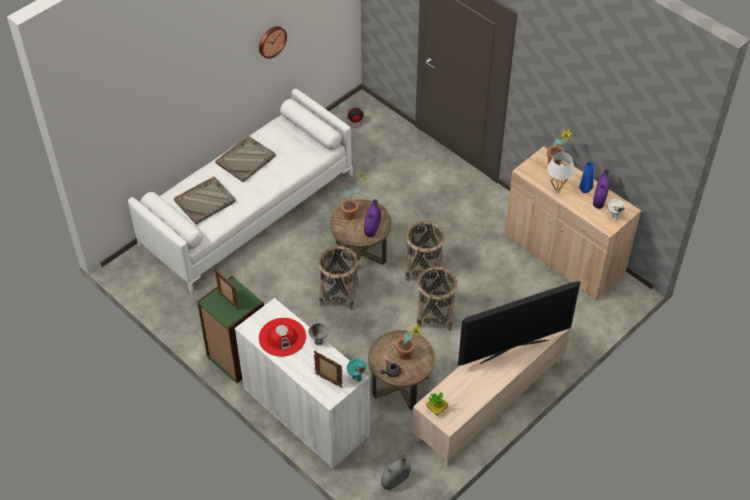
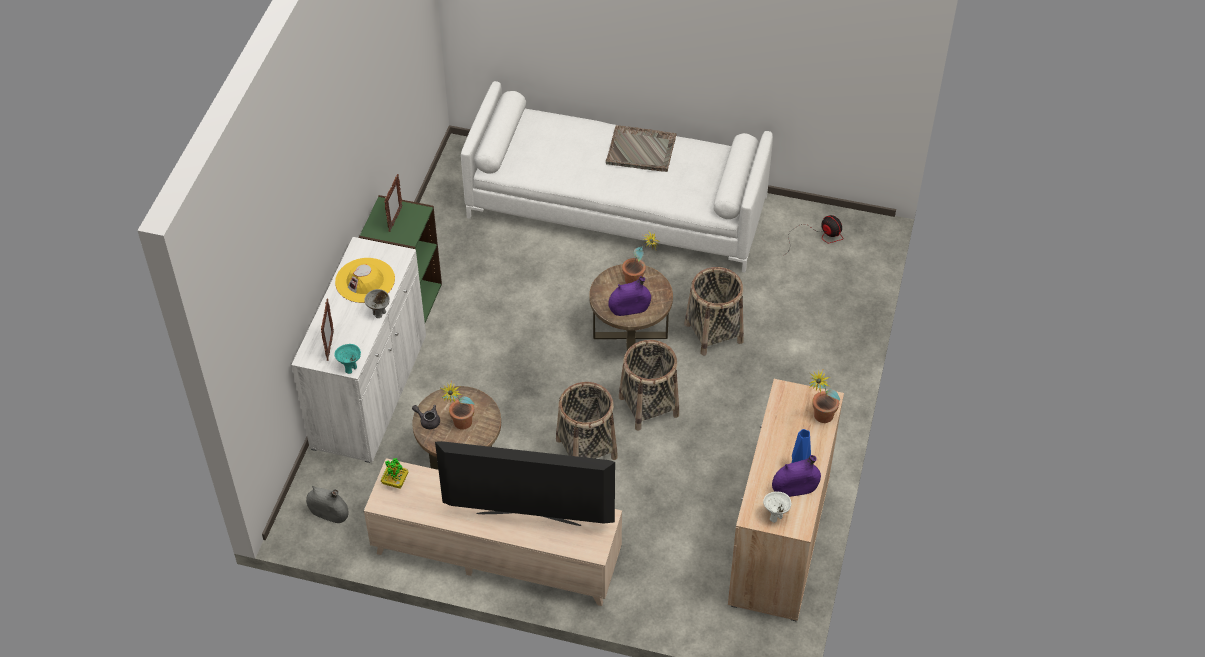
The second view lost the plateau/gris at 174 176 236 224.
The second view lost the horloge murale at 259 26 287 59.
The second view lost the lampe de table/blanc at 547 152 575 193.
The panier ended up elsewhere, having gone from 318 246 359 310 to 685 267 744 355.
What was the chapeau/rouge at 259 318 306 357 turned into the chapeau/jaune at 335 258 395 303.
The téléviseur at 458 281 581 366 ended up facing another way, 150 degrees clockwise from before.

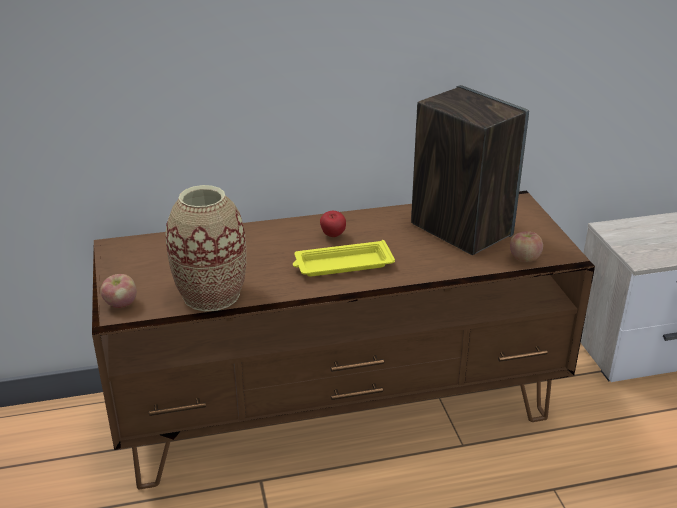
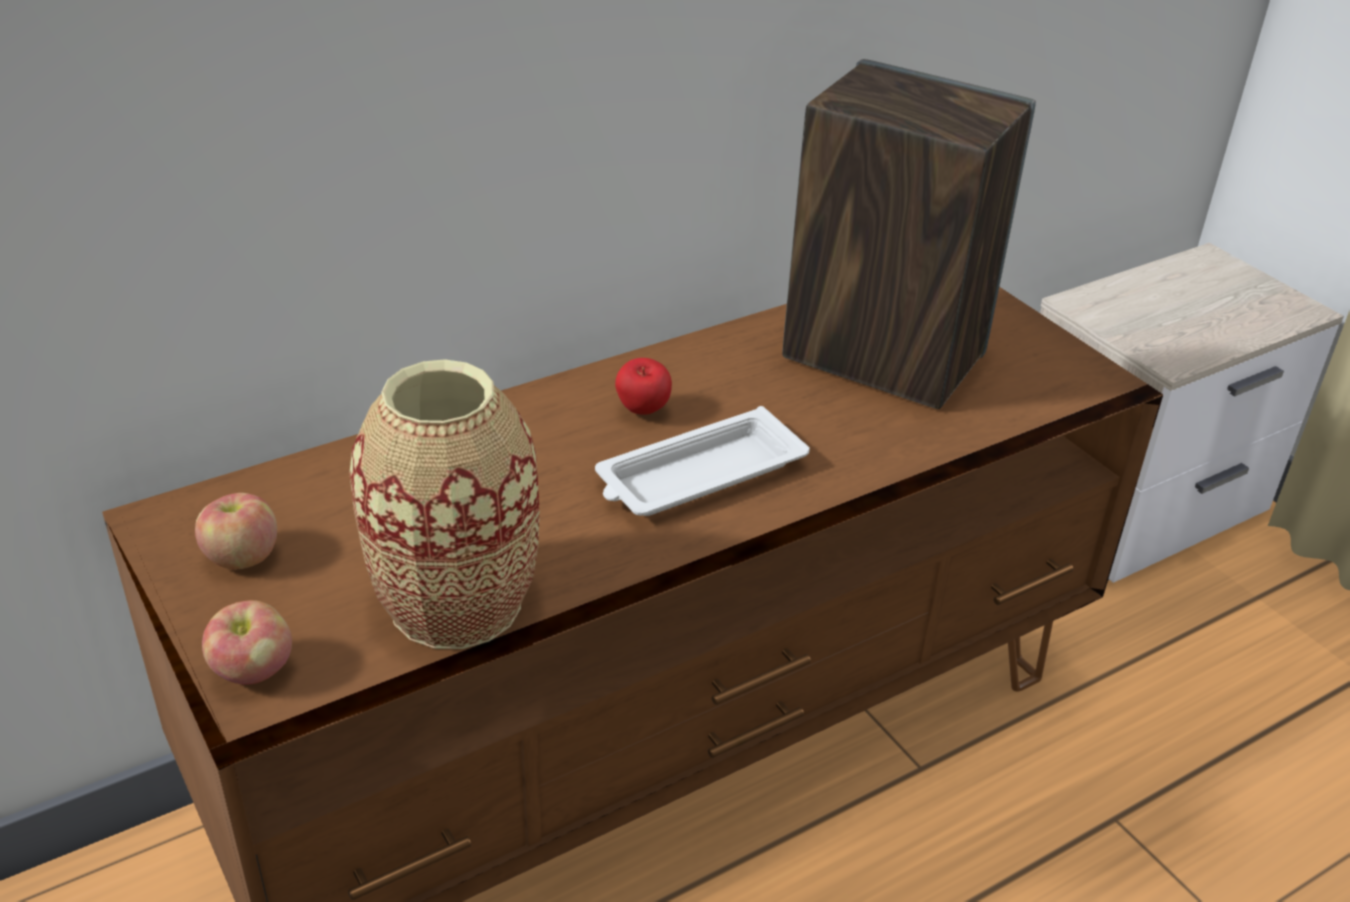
The pomme ended up elsewhere, having gone from 510 231 543 262 to 195 493 277 569.
What was the plateau/jaune at 293 240 395 277 turned into the plateau/blanc at 595 406 810 516.

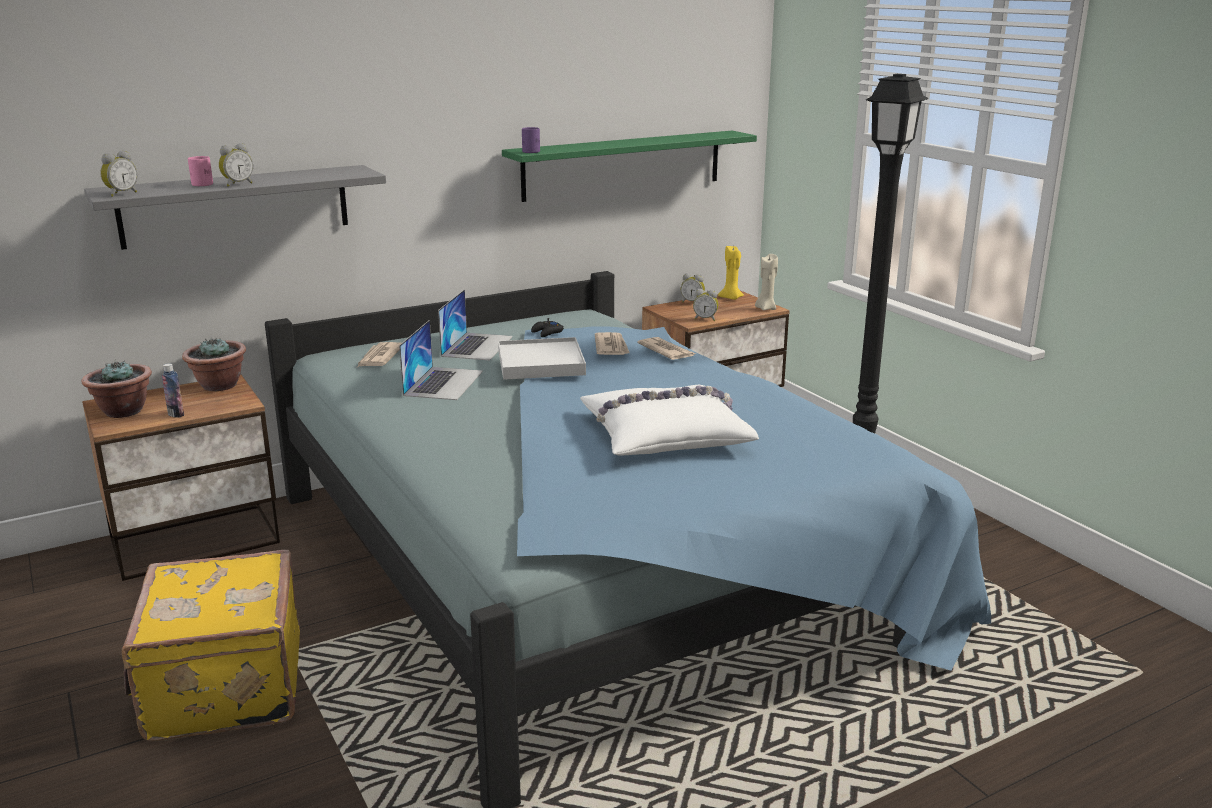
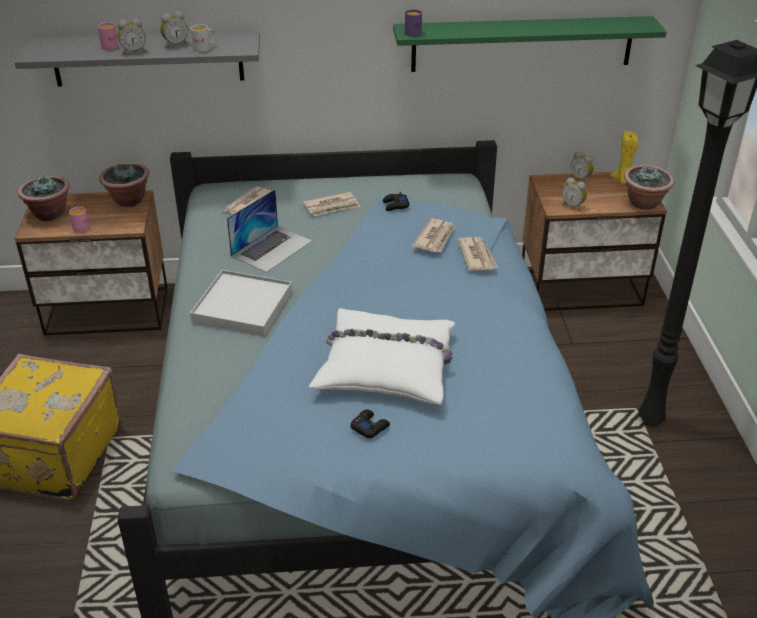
The second view gained the mug/blanc at 190 24 215 52.
The second view gained the manette/noir at 351 409 390 438.
The réveil ended up elsewhere, having gone from 100 151 137 197 to 160 11 188 48.
The plateau/blanc ended up elsewhere, having gone from 498 337 586 380 to 190 270 292 336.
Where the bouteille stood at 161 363 184 418, the mug/rose came to stand at 69 207 89 233.
Where the ordinateur portable stood at 438 289 513 361, the journal came to stand at 303 192 360 216.
Where the bougie/beige stood at 755 254 778 310, the plante en pot came to stand at 624 165 674 210.

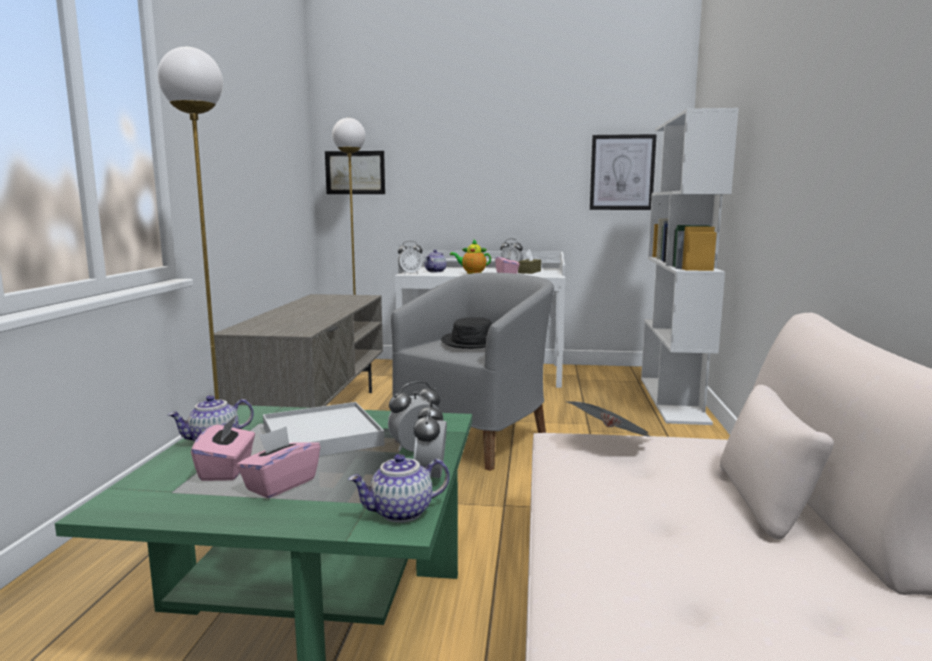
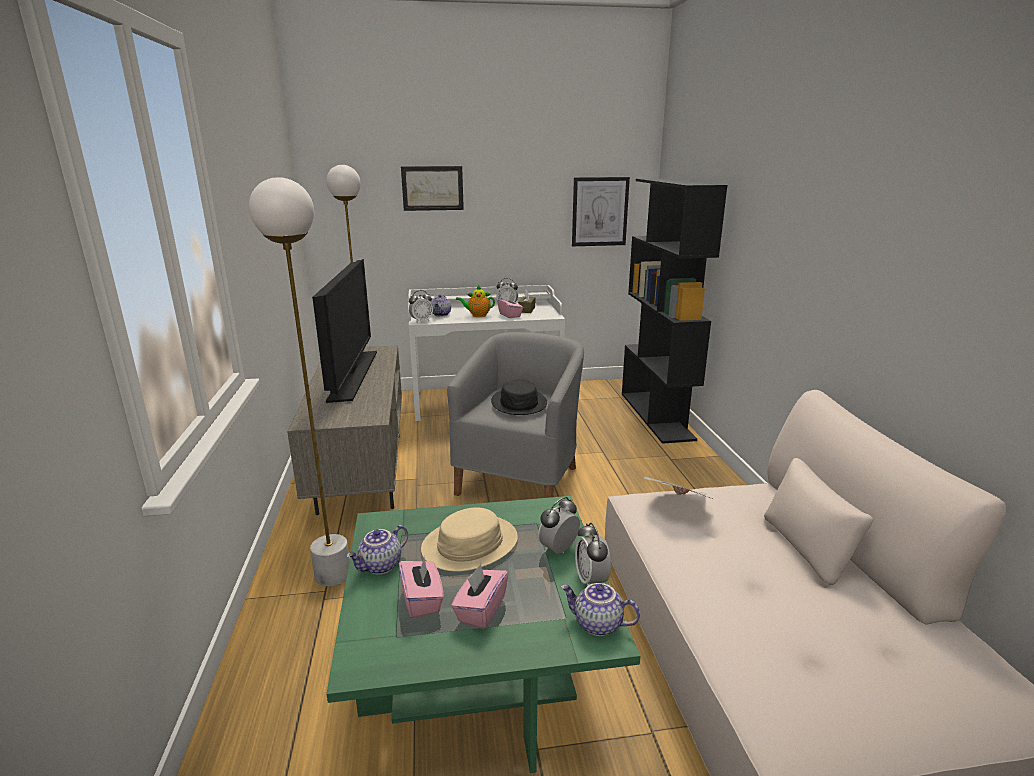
The second view gained the téléviseur at 312 259 377 403.
The tableau ended up elsewhere, having gone from 325 151 385 194 to 401 166 464 211.
Where the plateau/blanc stood at 263 402 384 456, the chapeau/beige came to stand at 421 507 518 572.
What was the bibliothèque/blanc at 641 108 739 425 turned into the bibliothèque/noir at 622 178 728 444.
The théière at 348 454 450 523 ended up facing another way, 60 degrees clockwise from before.

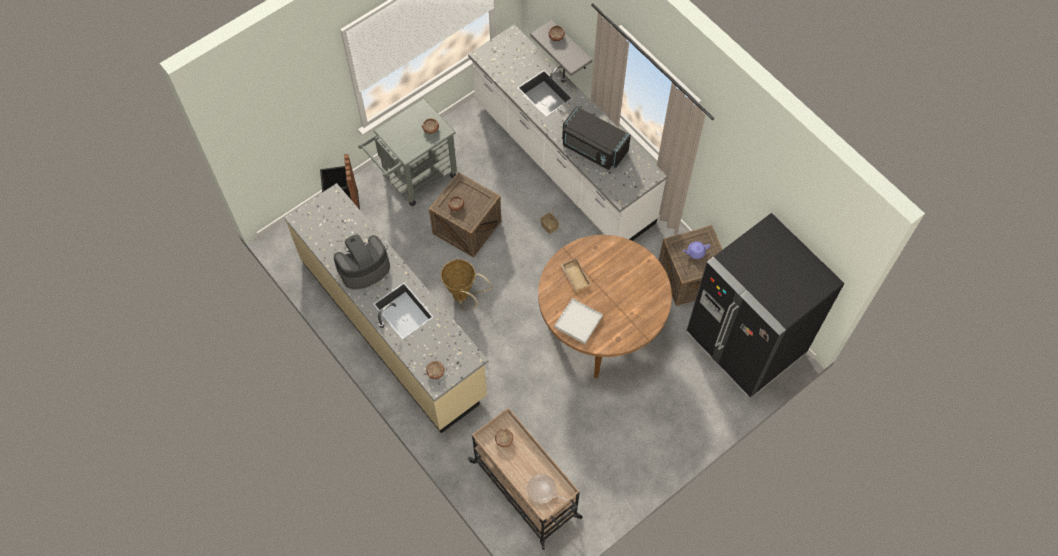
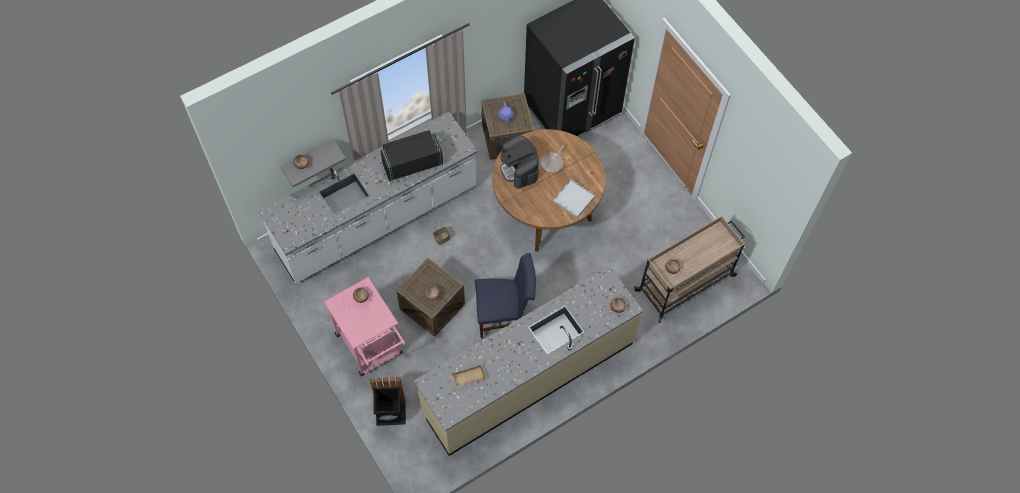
The machine à café ended up elsewhere, having gone from 334 234 390 290 to 500 135 539 189.
The poêle ended up elsewhere, having gone from 527 474 568 503 to 540 145 565 173.
The plateau/beige ended up elsewhere, having gone from 561 258 591 291 to 452 364 487 388.
Where the panier stood at 441 259 493 310, the chaise/bleu came to stand at 475 253 536 338.
What was the chariot/gris at 358 98 457 206 turned into the chariot/rose at 324 277 405 376.
The micro-ondes/noir at 562 106 631 170 ended up facing another way, 150 degrees counterclockwise from before.

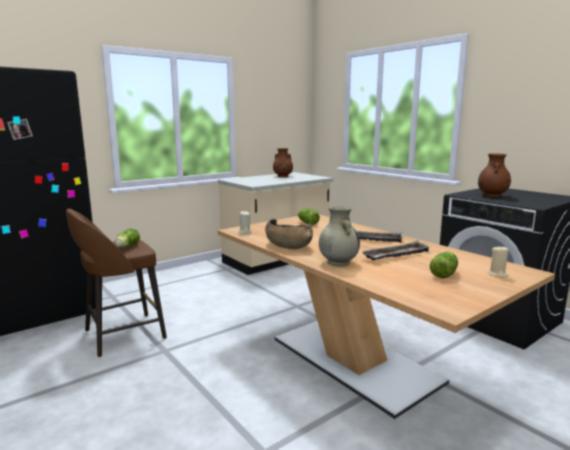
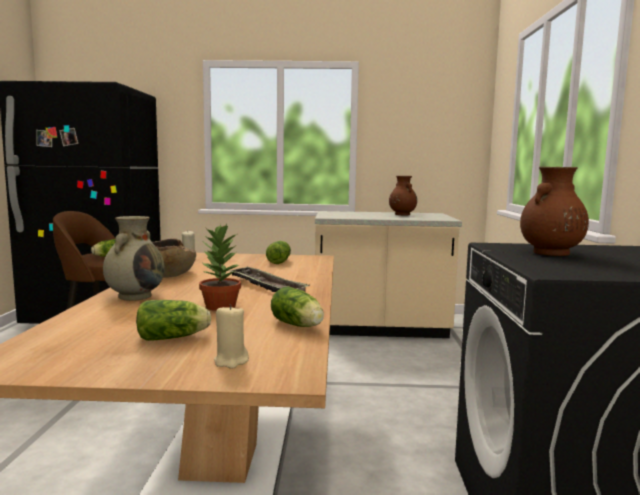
The second view gained the laitue at 271 286 324 327.
Where the plateau stood at 362 241 430 260, the plante en pot came to stand at 199 224 241 311.

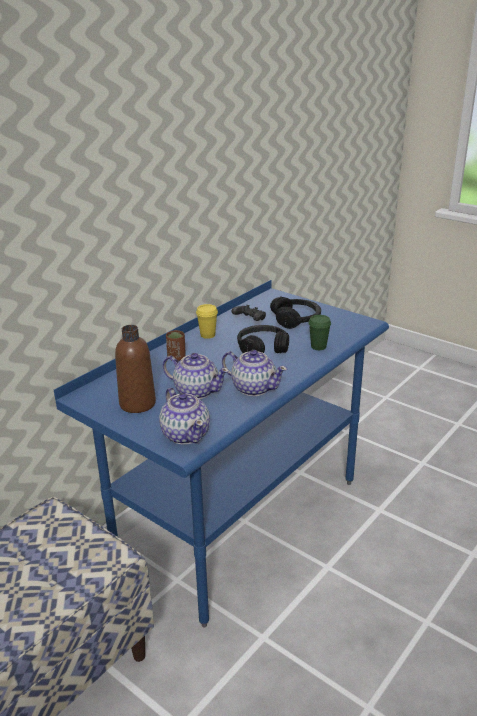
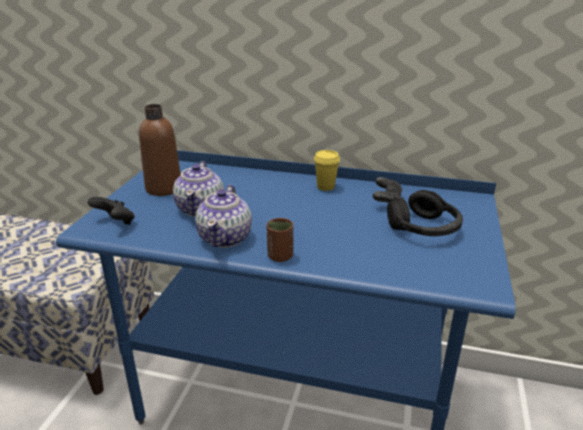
The second view lost the casque audio/noir at 237 325 289 353.
The second view lost the tasse/vert at 308 315 331 350.
The tasse/marron ended up elsewhere, having gone from 166 330 186 361 to 267 218 294 262.
Where the théière stood at 159 388 210 444, the manette/noir came to stand at 88 197 135 225.

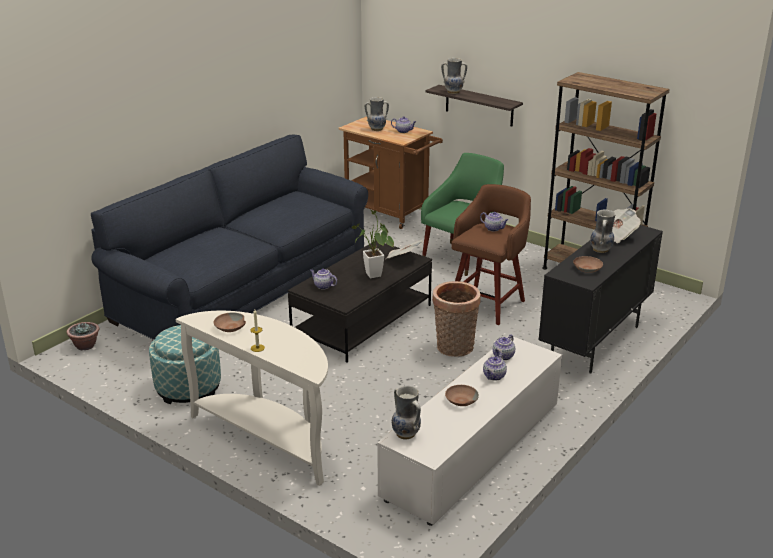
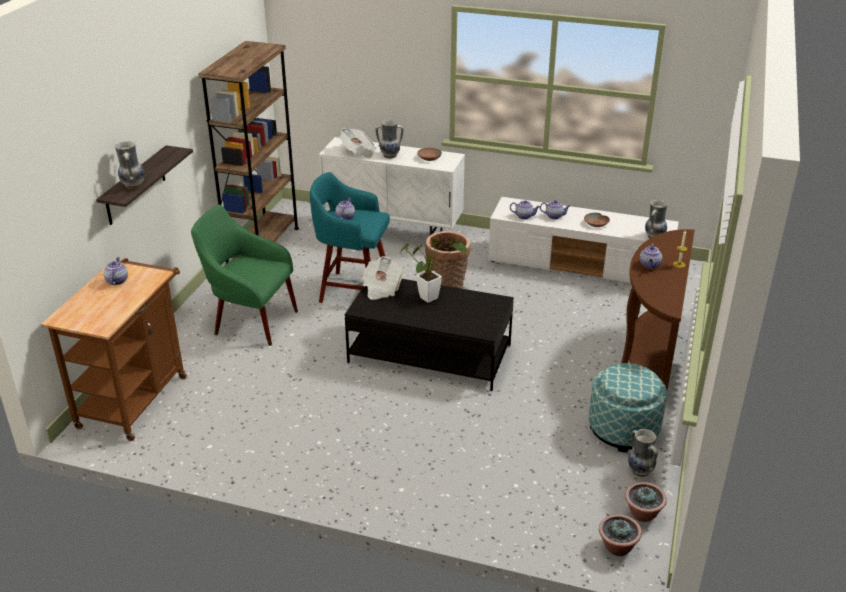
The second view lost the canapé/bleu at 91 135 368 340.
The second view lost the bol/marron at 214 313 246 332.
The second view gained the plante en pot at 625 482 667 522.
The théière ended up elsewhere, having gone from 310 269 337 290 to 640 243 662 269.
The vase ended up elsewhere, having gone from 365 97 389 131 to 628 429 658 477.
What was the table console/blanc at 176 311 328 486 turned into the table console/marron at 621 229 695 390.
What was the tabouret/marron at 452 184 531 325 turned into the tabouret/turquoise at 310 172 390 303.
What was the meuble de rangement/noir at 539 225 663 374 turned into the meuble de rangement/blanc at 319 137 465 235.

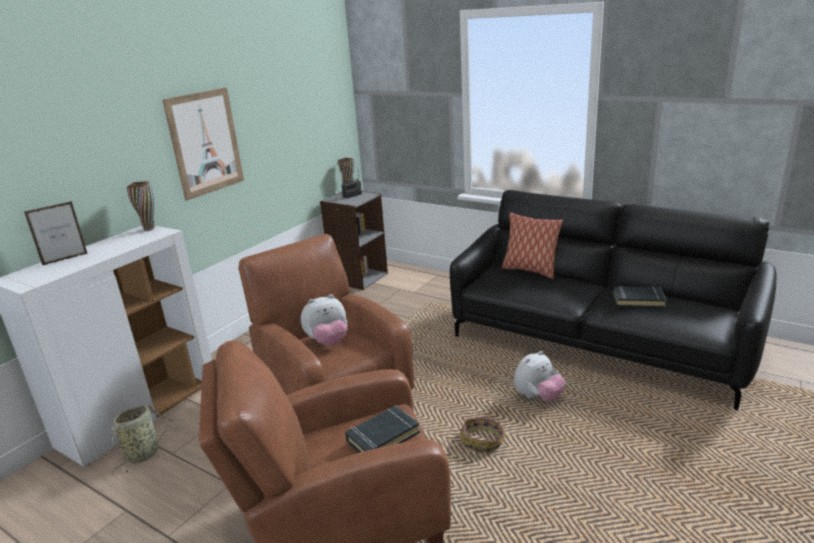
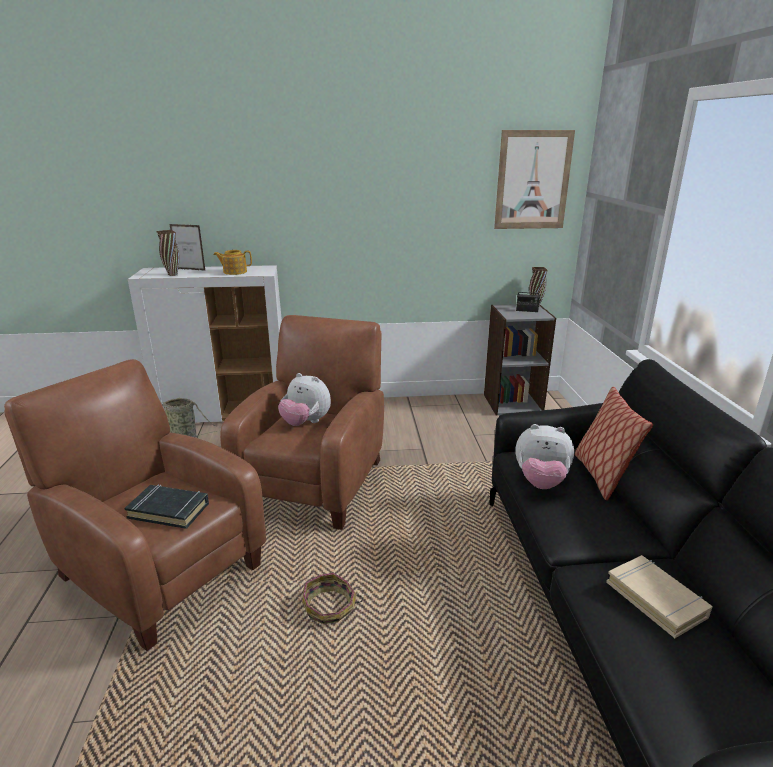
The second view gained the théière at 214 250 252 275.
The vase/marron ended up elsewhere, having gone from 127 181 155 231 to 157 230 179 276.
The tableau ended up elsewhere, having gone from 162 87 244 201 to 494 130 575 229.
The peluche ended up elsewhere, having gone from 514 351 565 402 to 515 424 574 489.
What was the livre/noir at 613 286 667 308 turned into the livre/beige at 606 555 713 638.

